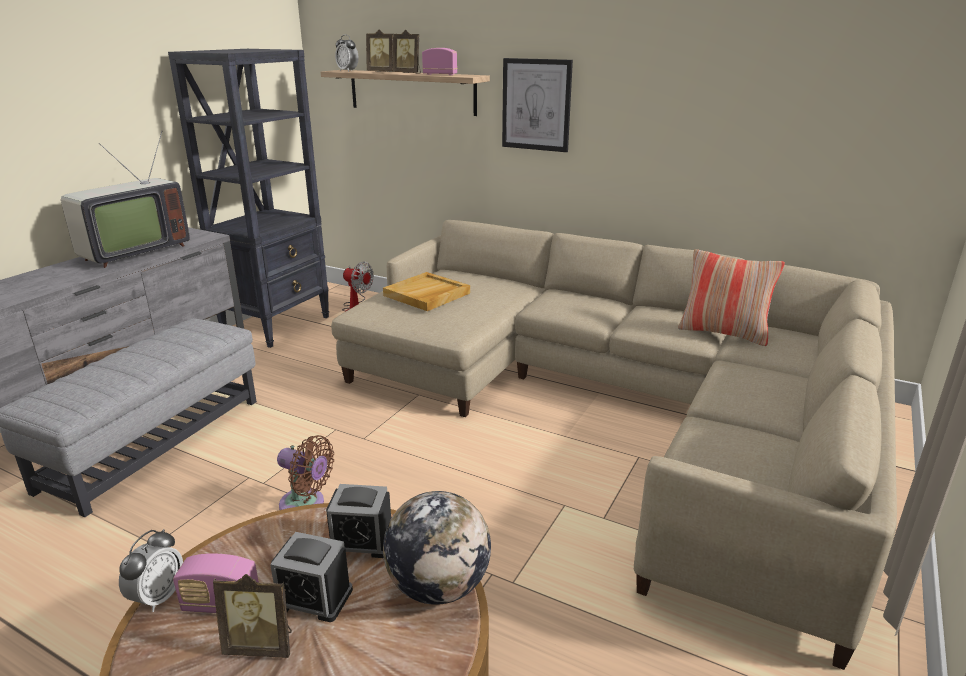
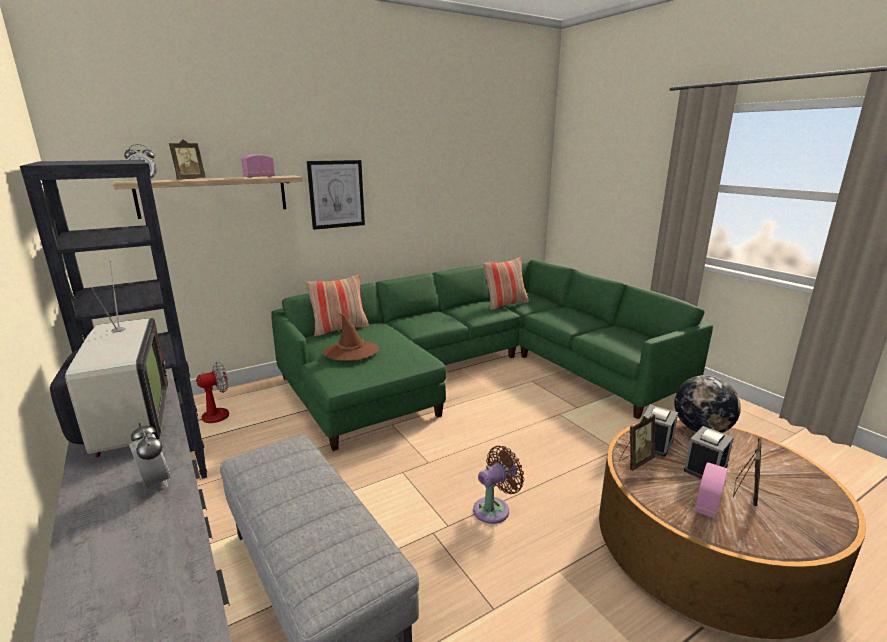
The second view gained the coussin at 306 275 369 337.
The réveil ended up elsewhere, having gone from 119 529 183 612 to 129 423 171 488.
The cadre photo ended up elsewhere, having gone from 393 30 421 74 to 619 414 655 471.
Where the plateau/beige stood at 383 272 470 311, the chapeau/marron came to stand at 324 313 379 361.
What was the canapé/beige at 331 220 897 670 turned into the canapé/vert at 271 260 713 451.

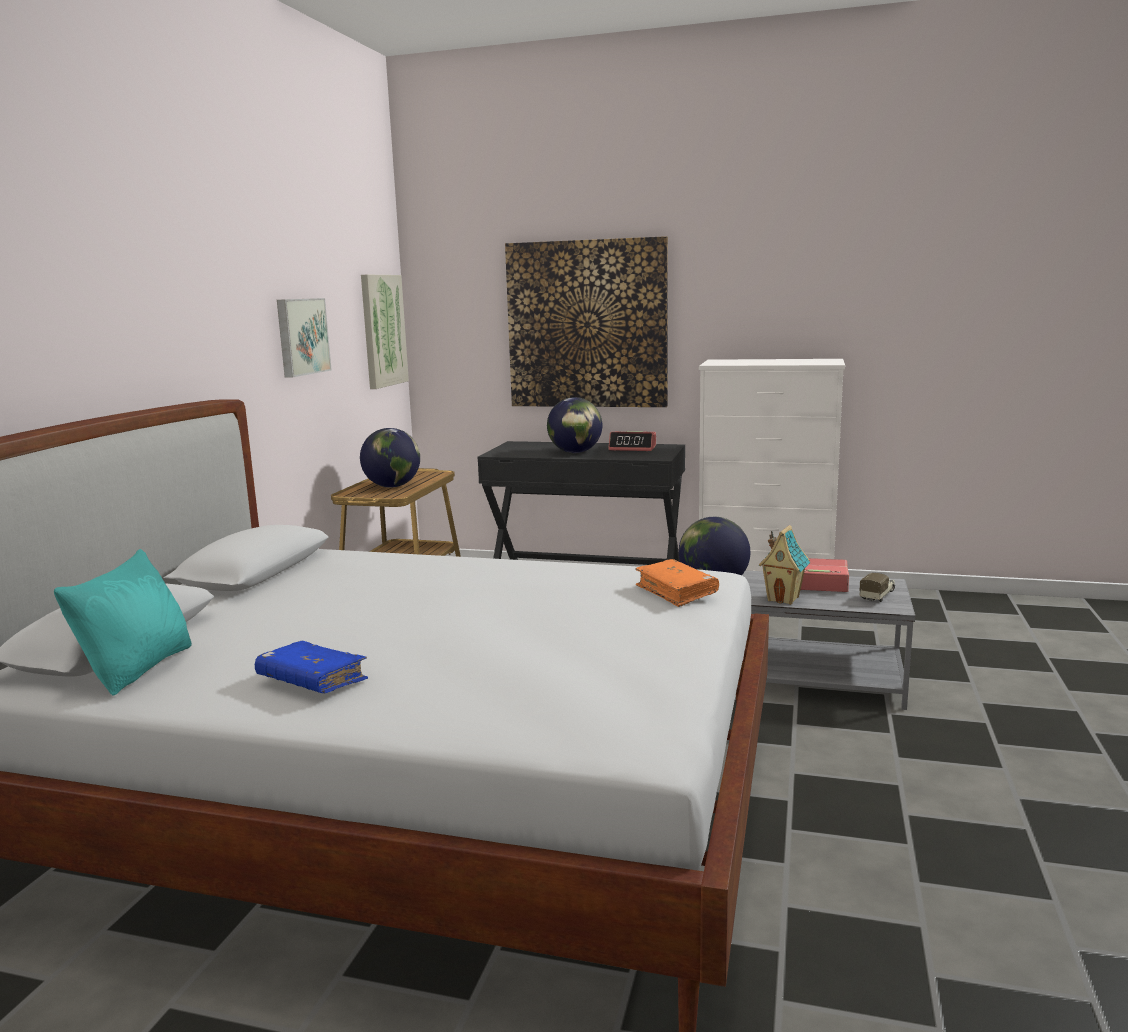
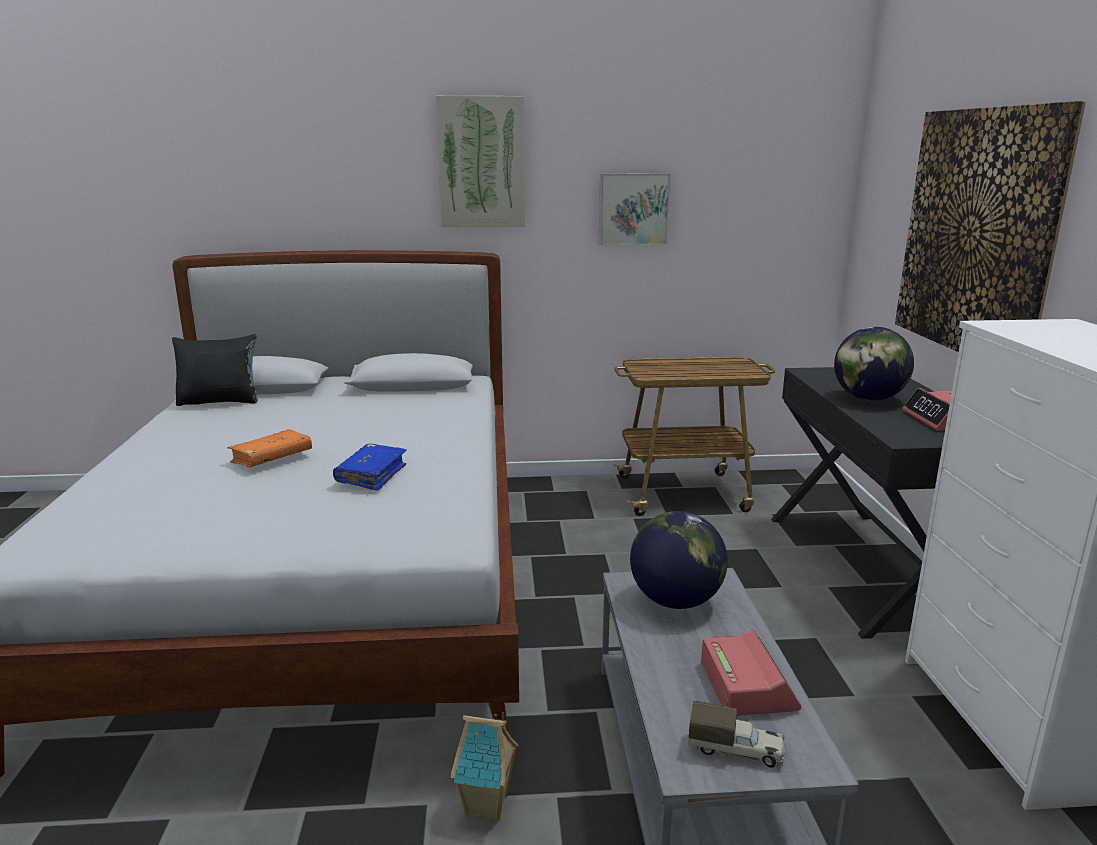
The second view lost the globe at 360 428 420 488.
The livre/bleu ended up elsewhere, having gone from 255 641 368 693 to 333 444 406 491.
The tableau ended up elsewhere, having gone from 361 275 409 389 to 436 96 525 227.
The livre/orange ended up elsewhere, having gone from 635 559 719 607 to 227 429 312 467.
The maison miniature ended up elsewhere, having gone from 758 525 810 605 to 451 712 519 821.
What was the coussin/turquoise at 54 549 192 696 turned into the coussin/noir at 172 334 258 406.

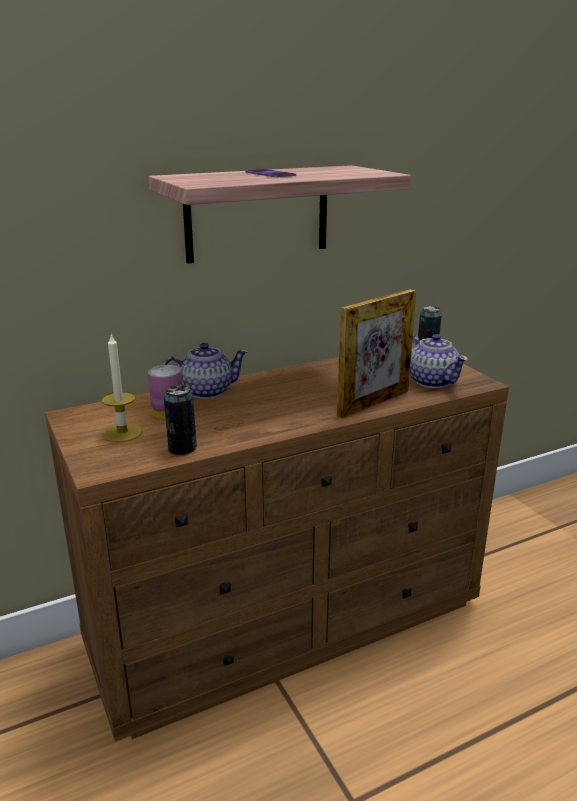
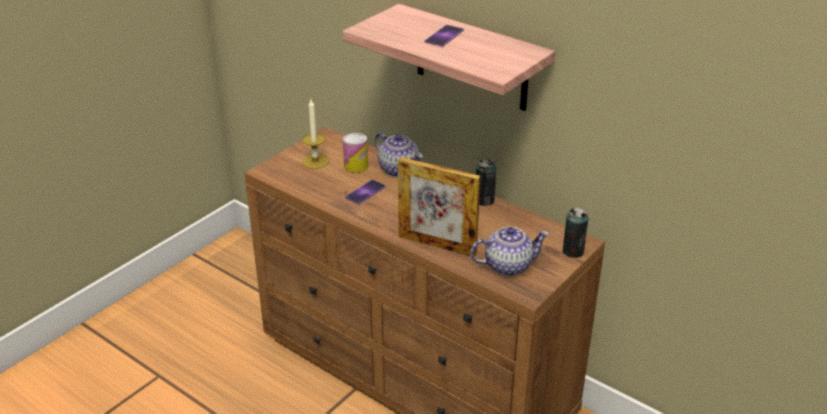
The second view gained the téléphone at 345 180 386 205.
The boîte métallique ended up elsewhere, having gone from 164 385 197 455 to 476 159 496 206.
The théière at 410 334 468 388 ended up facing another way, 135 degrees counterclockwise from before.

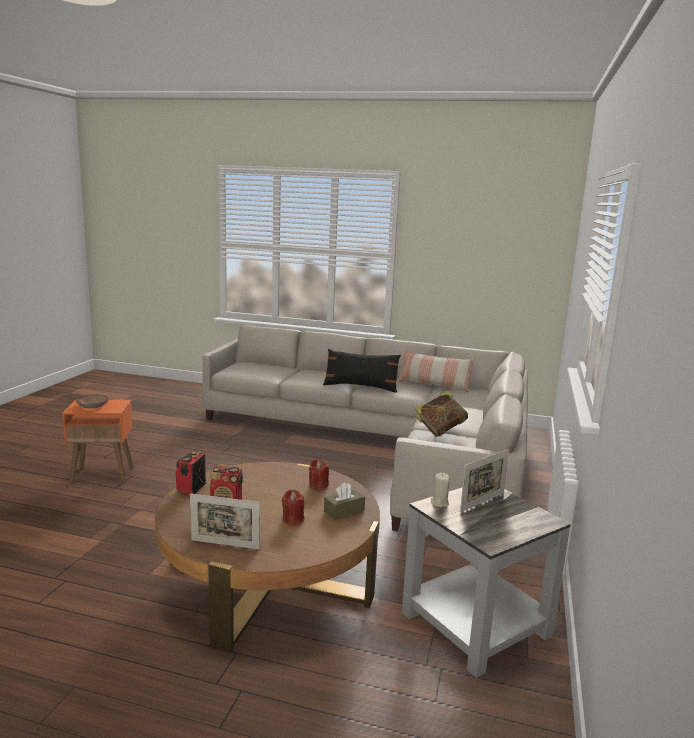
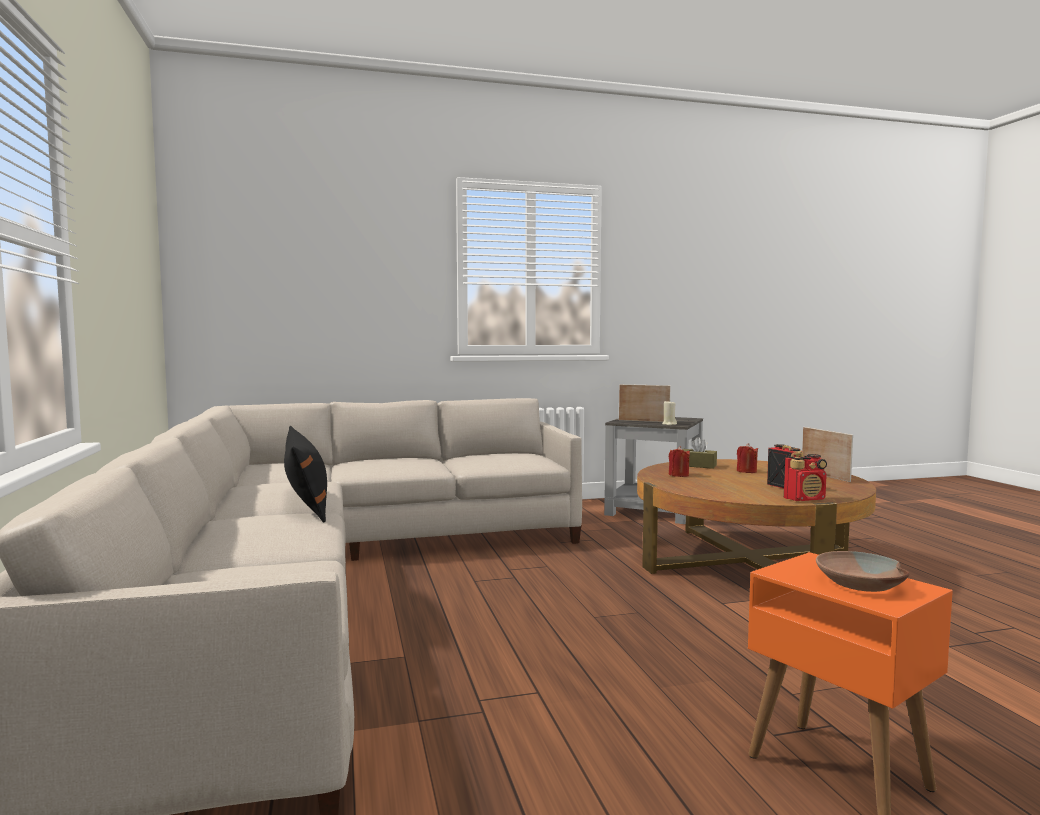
The second view lost the coussin at 397 349 474 393.
The second view lost the livre at 415 390 468 437.

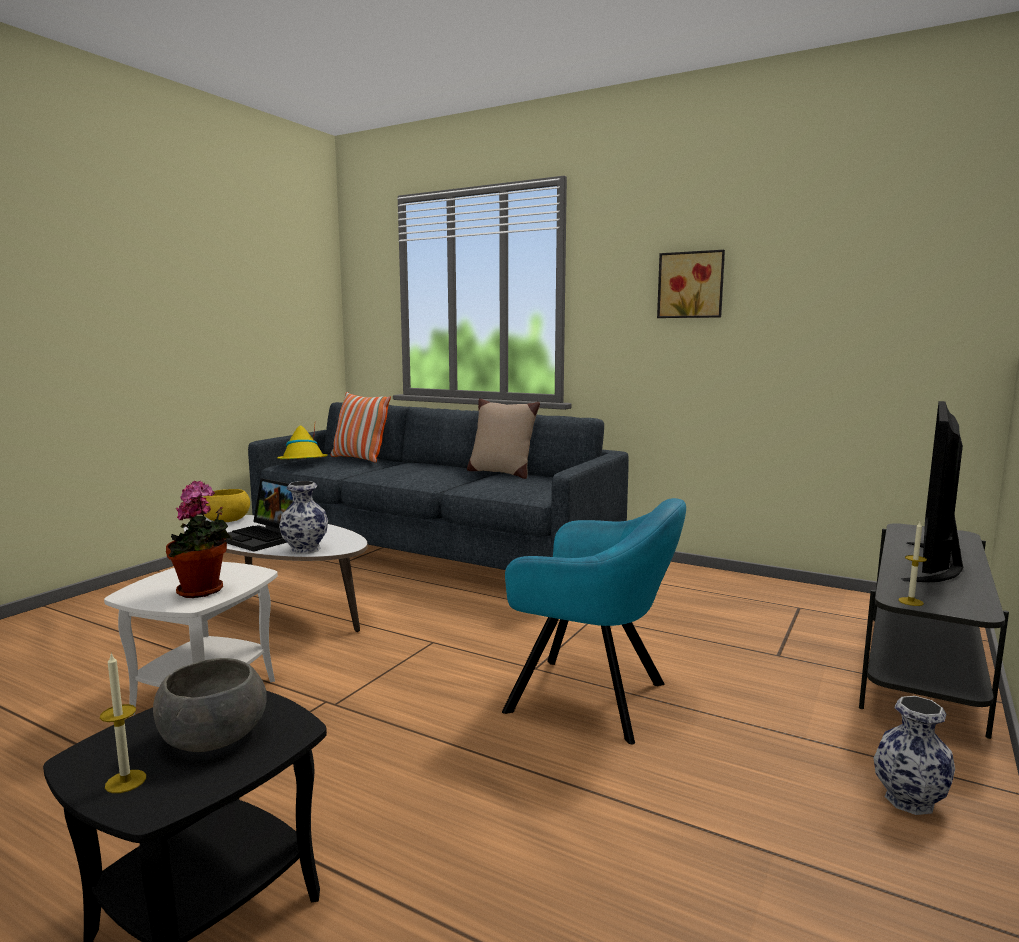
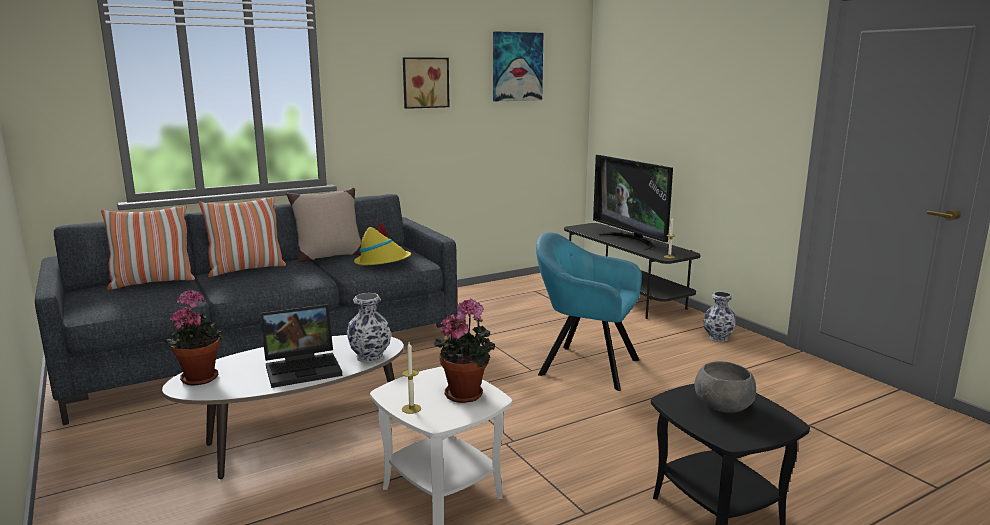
The second view gained the coussin at 199 196 286 277.
The second view gained the tableau at 493 31 543 101.
The bougie ended up elsewhere, having gone from 100 652 146 793 to 402 342 421 414.
The chapeau/jaune ended up elsewhere, having gone from 277 426 328 459 to 354 220 411 265.
Where the bol/jaune stood at 203 489 250 522, the plante en pot came to stand at 164 289 226 386.
The fauteuil/turquoise at 502 498 686 744 ended up facing another way, 120 degrees counterclockwise from before.

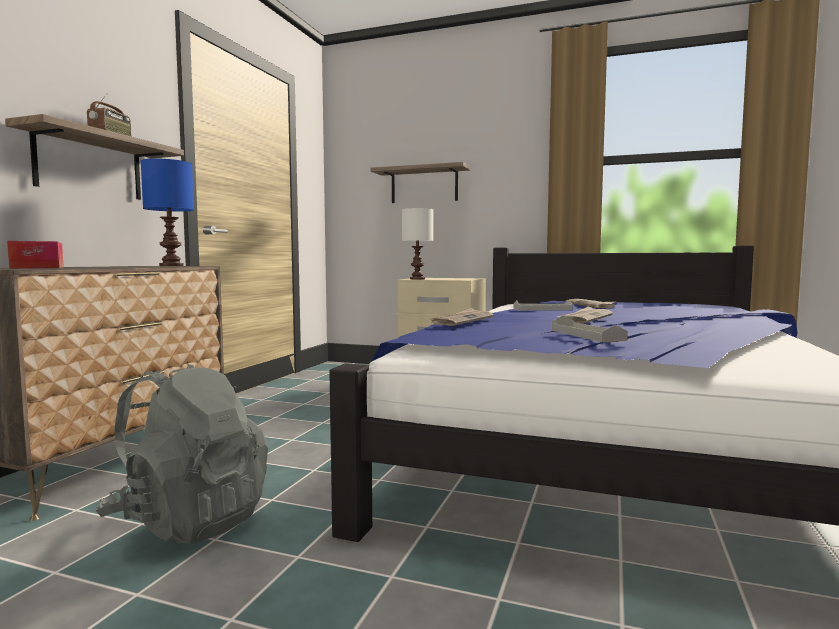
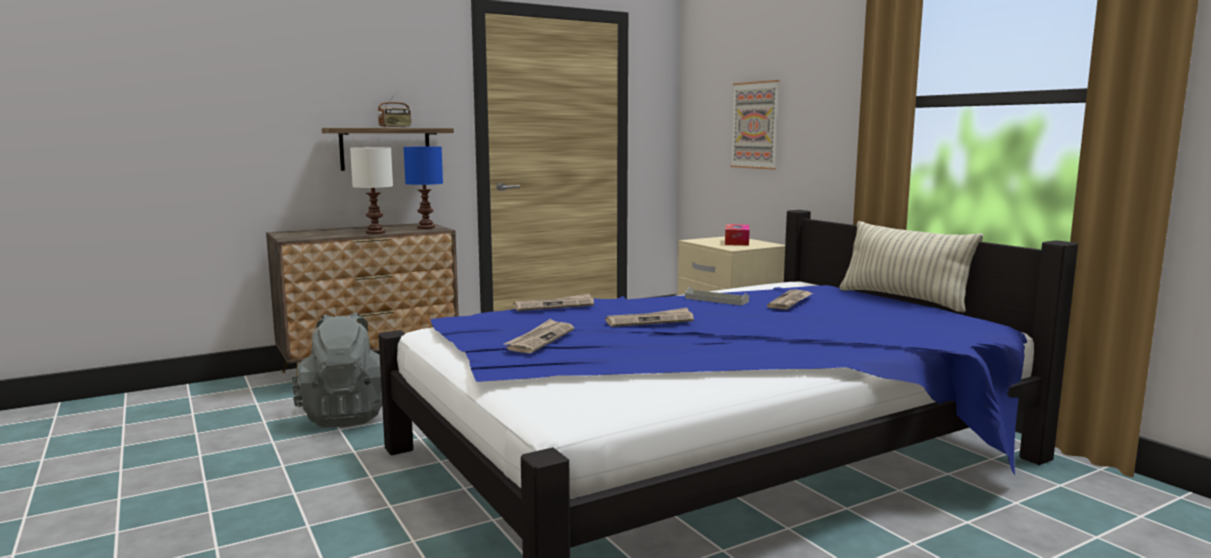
The second view gained the coussin at 840 221 983 312.
The boîte à mouchoirs ended up elsewhere, having gone from 7 241 64 268 to 725 224 750 245.
The lampe de table/blanc ended up elsewhere, having gone from 402 208 433 279 to 350 147 393 234.
Where the étagère hung at 370 162 470 203, the tableau came to hang at 730 80 780 170.
Where the plateau/gris stood at 551 315 628 342, the journal came to stand at 504 319 574 353.

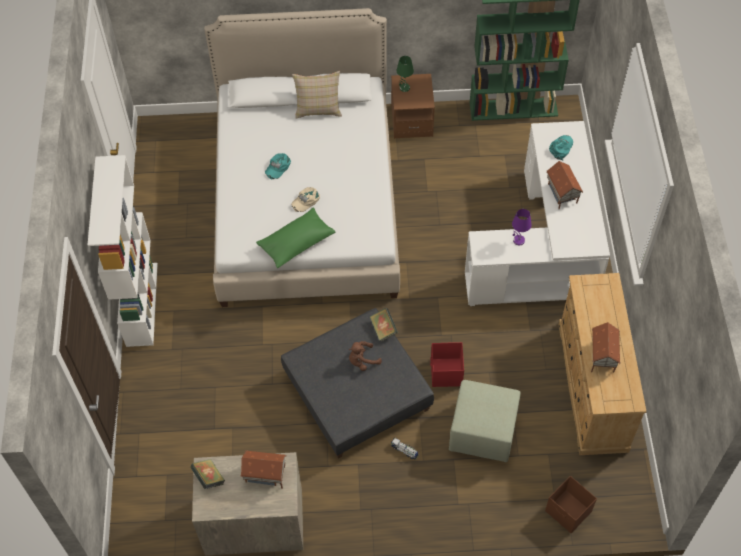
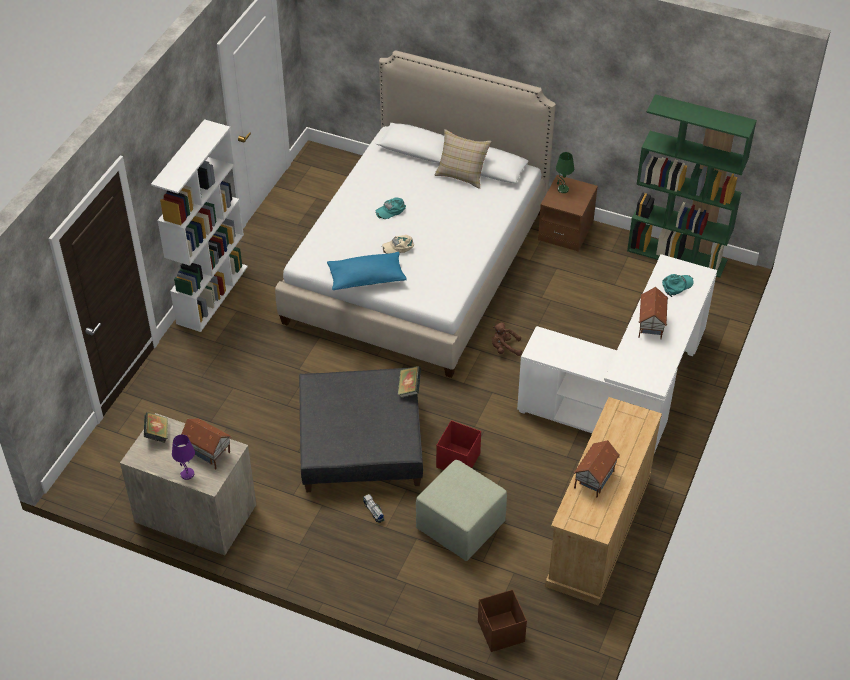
The peluche/marron ended up elsewhere, having gone from 349 341 382 371 to 492 323 522 356.
The lampe de table/violet ended up elsewhere, having gone from 512 209 532 246 to 172 434 195 480.
What was the coussin/vert at 256 207 335 268 turned into the coussin/bleu at 327 252 407 290.

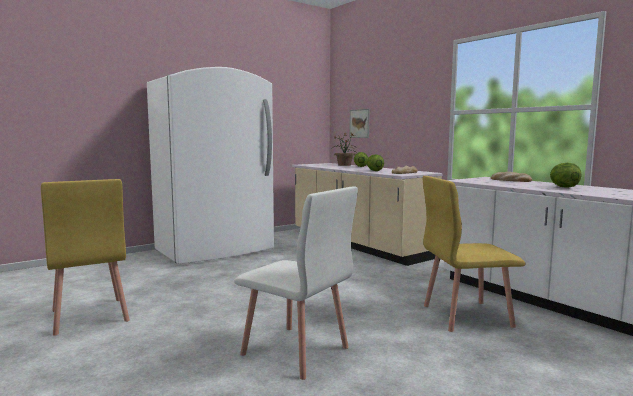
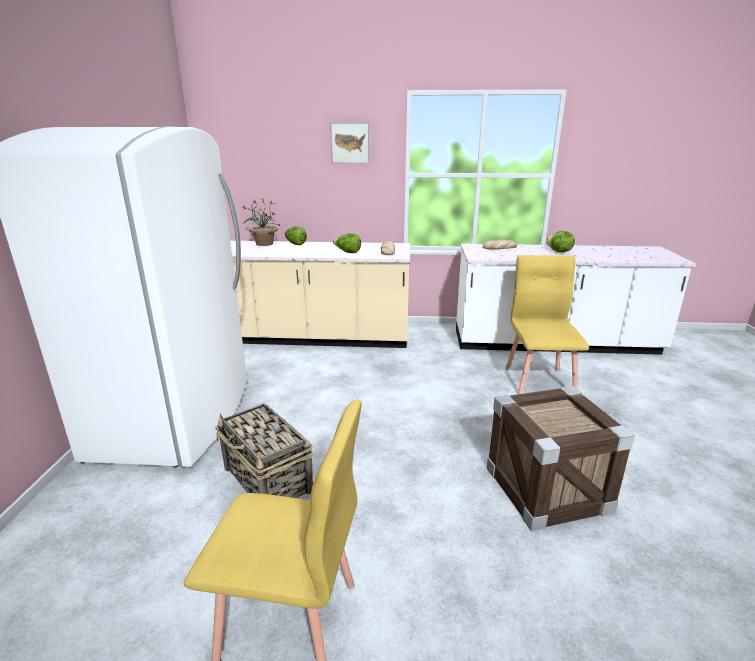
The second view gained the panier at 215 403 313 498.
The tableau ended up elsewhere, having gone from 349 109 370 138 to 330 122 369 164.
Where the chaise/blanc stood at 234 186 358 380, the caisse came to stand at 487 386 635 531.
The chaise/jaune at 423 176 526 332 ended up facing another way, 150 degrees clockwise from before.

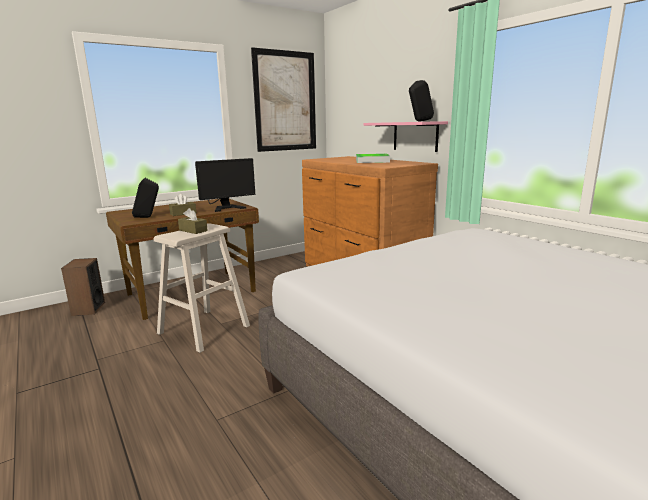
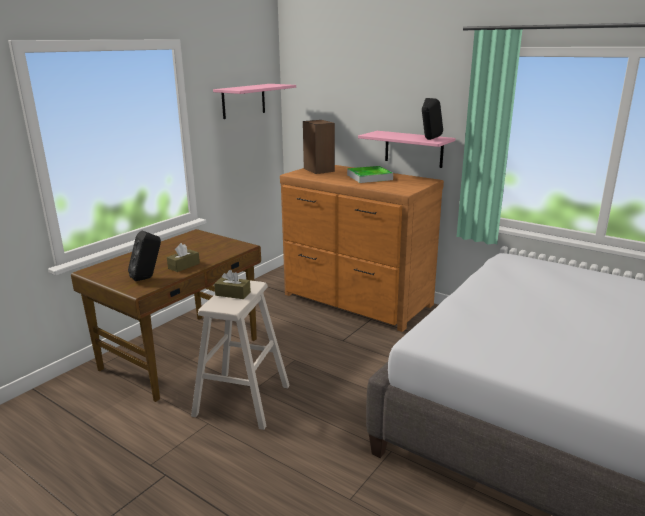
The second view lost the écran d'ordinateur at 195 158 255 212.
The enceinte ended up elsewhere, having gone from 61 258 105 316 to 303 120 335 174.
Where the tableau hung at 251 47 316 152, the étagère/rose came to hang at 213 84 296 119.

